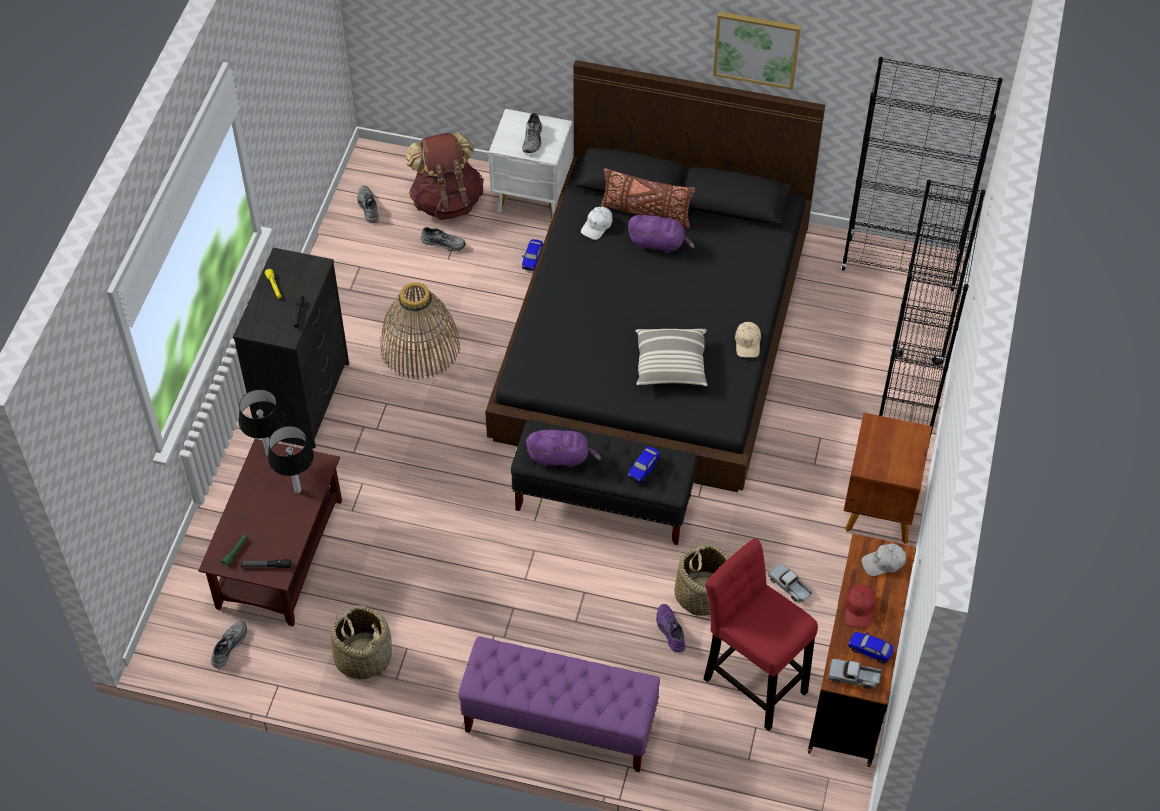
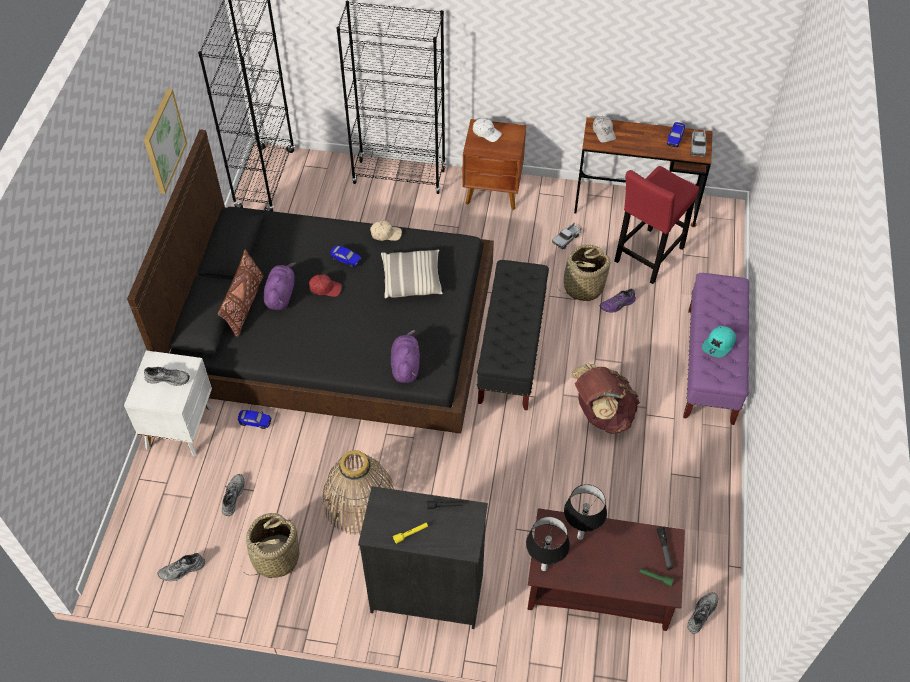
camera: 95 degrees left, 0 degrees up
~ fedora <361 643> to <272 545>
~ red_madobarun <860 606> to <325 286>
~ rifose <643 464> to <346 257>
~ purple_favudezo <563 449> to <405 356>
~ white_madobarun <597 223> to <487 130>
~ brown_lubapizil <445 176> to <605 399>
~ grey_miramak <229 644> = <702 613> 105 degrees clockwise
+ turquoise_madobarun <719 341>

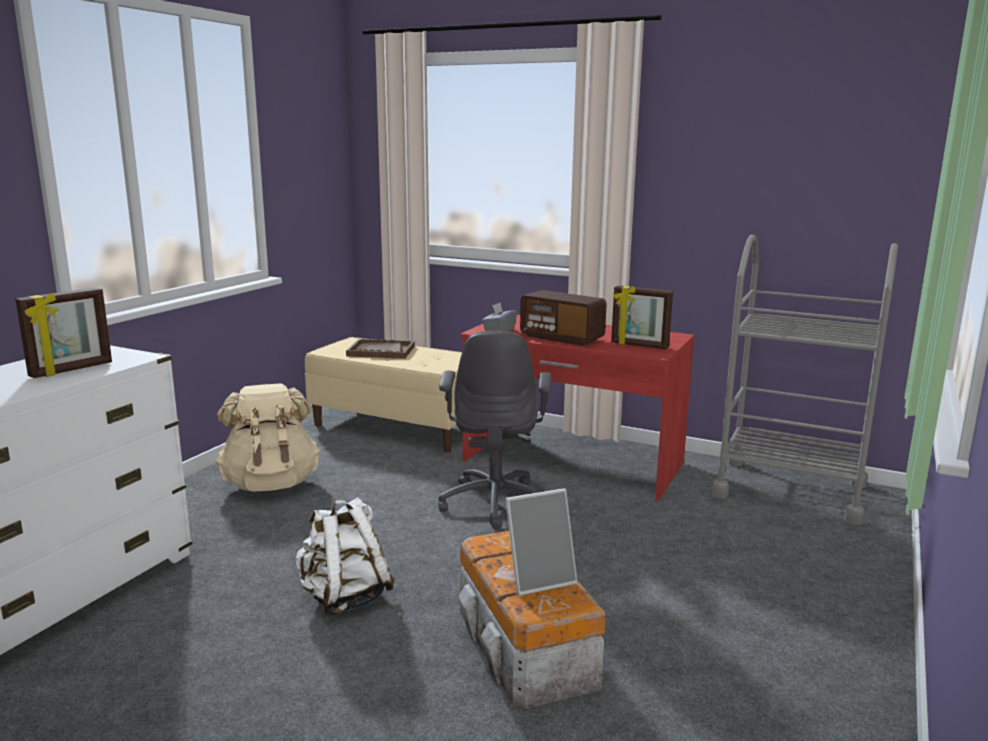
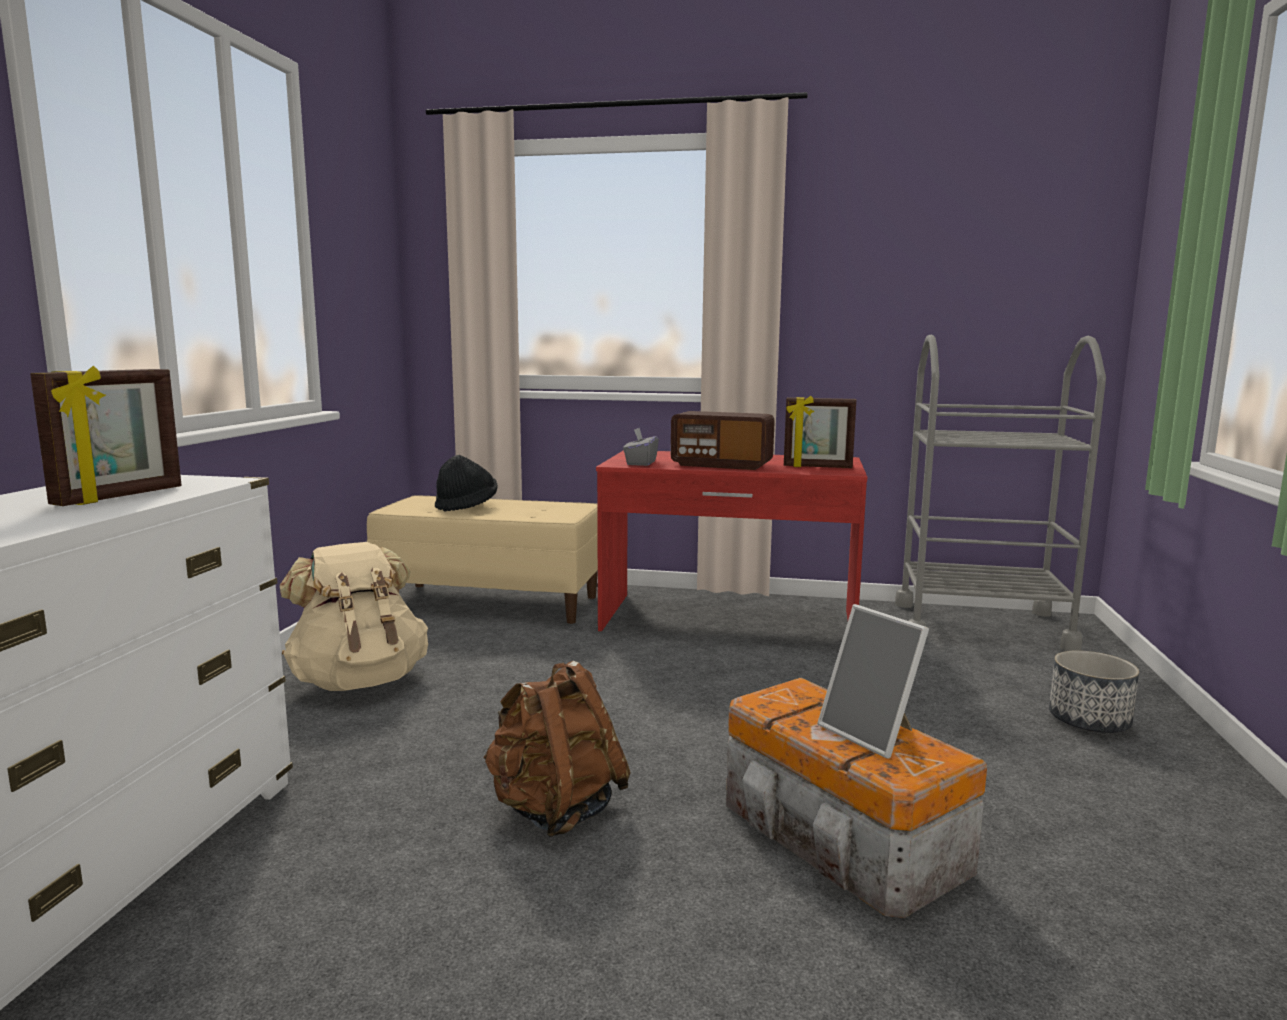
camera: 15 degrees left, 5 degrees down
~ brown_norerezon <380 349> to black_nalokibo <466 483>
~ white_lubapizil <345 557> to brown_lubapizil <557 749>
~ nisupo <541 542> = <873 681> 90 degrees clockwise
+ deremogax <1094 691>
- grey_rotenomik <495 430>

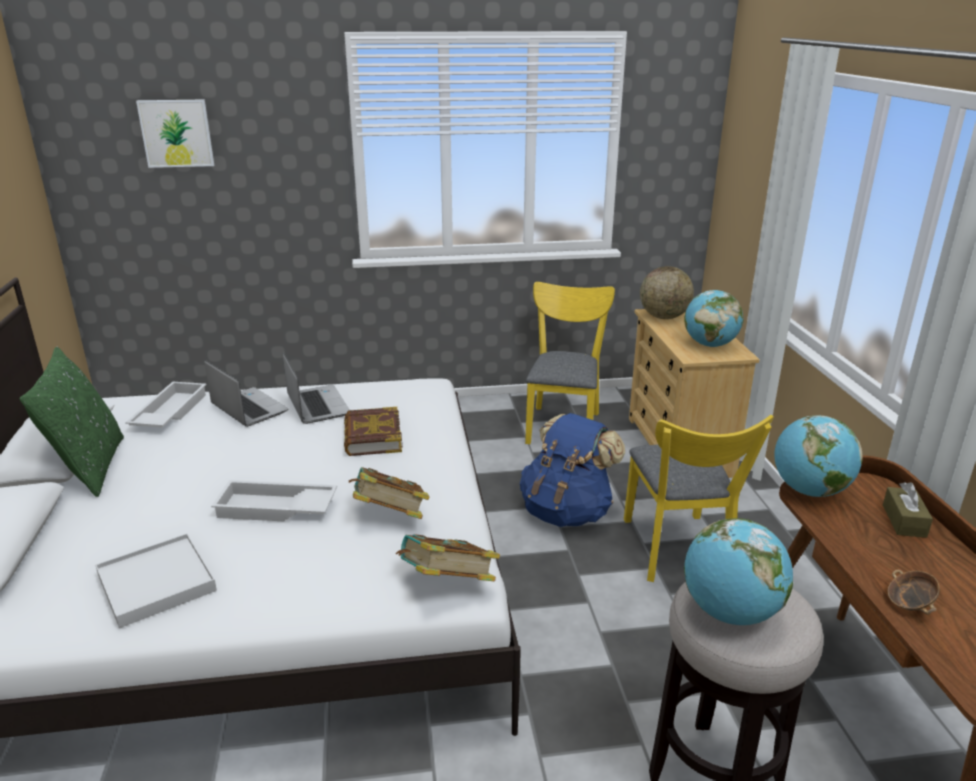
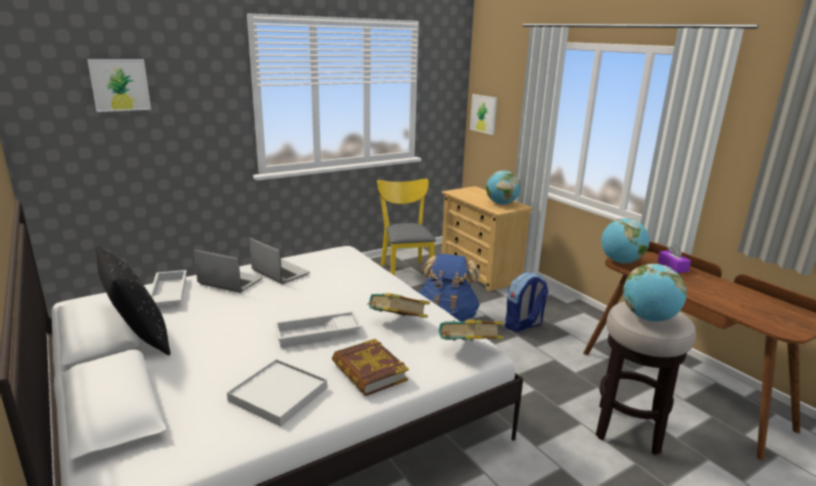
camera: 25 degrees left, 5 degrees down
~ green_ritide <72 422> to black_ritide <132 300>
~ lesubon <373 431> to <370 367>
+ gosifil <483 114>
~ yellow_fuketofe <699 498> to lubapizil <526 302>
~ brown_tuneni <908 510> to purple_tuneni <674 259>
- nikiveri <667 292>
- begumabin <914 592>

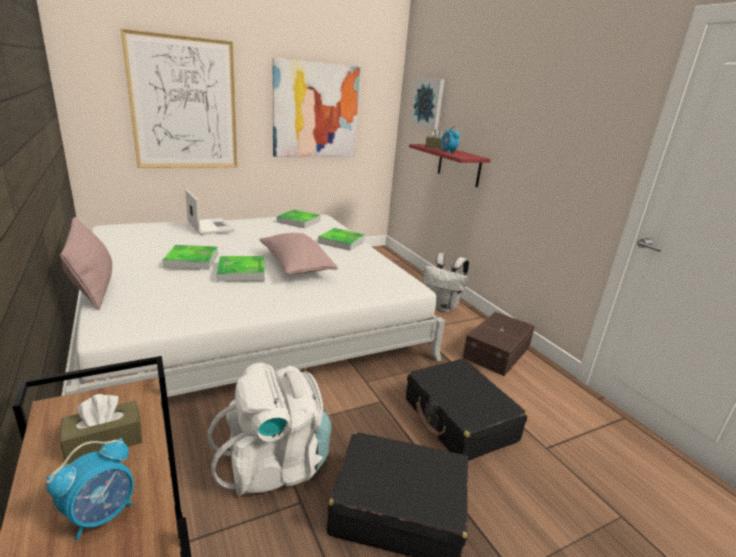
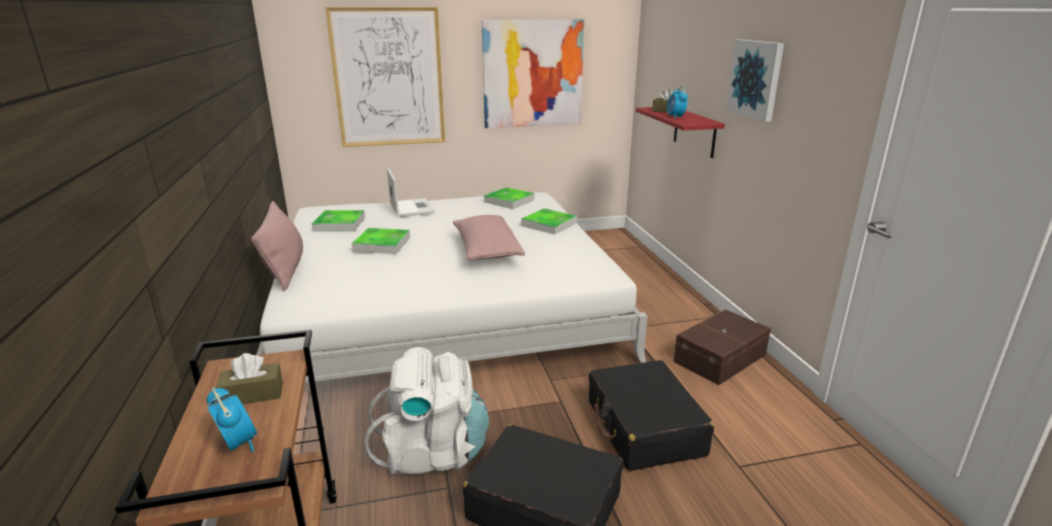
camera: 15 degrees right, 0 degrees up
~ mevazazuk <90 489> = <232 419> 90 degrees counterclockwise
~ norerezon <241 269> to <338 221>
~ gosifil <427 103> to <755 81>
- white_lubapizil <445 282>

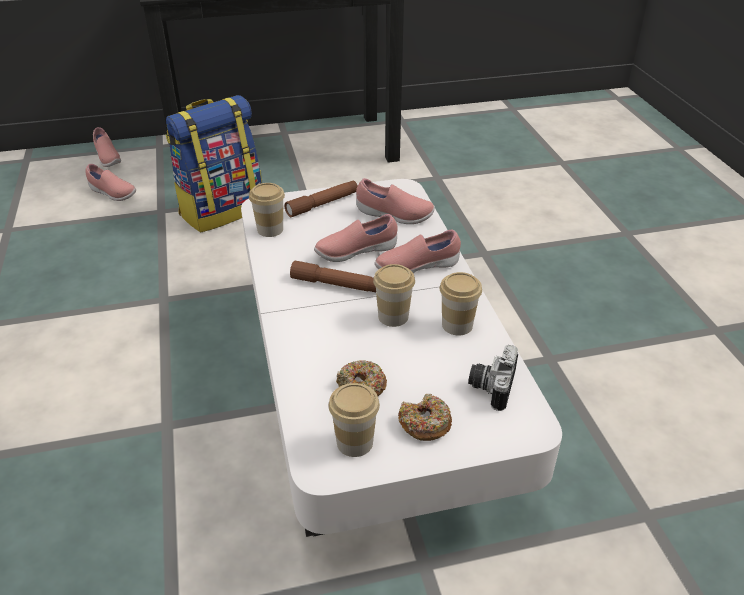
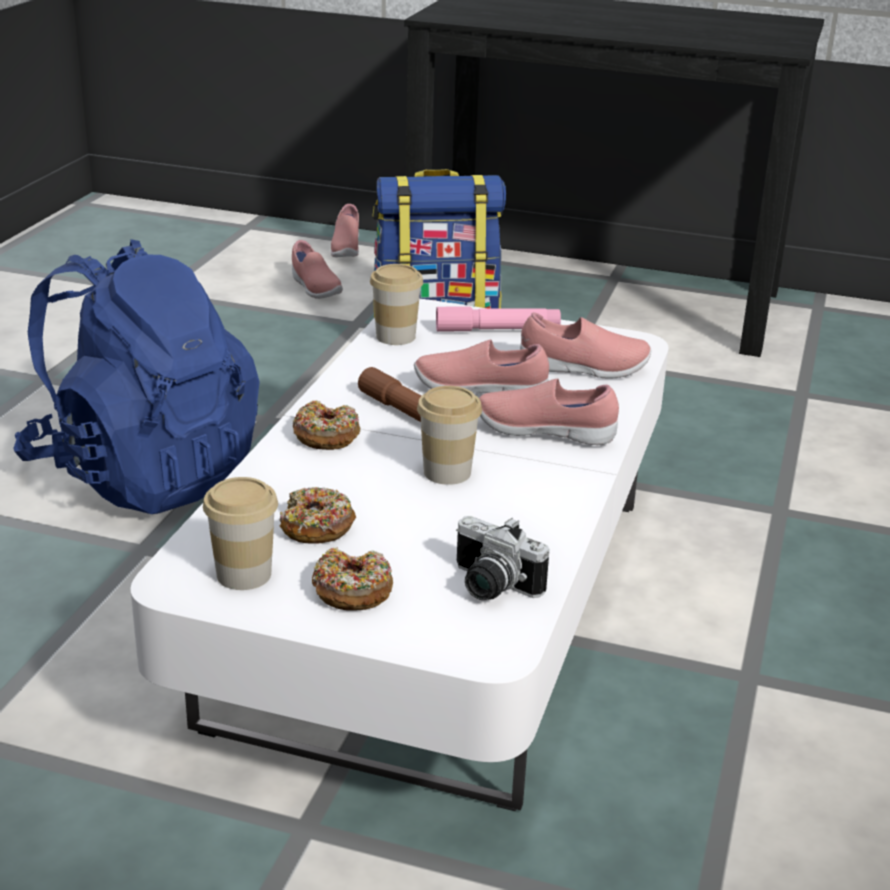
camera: 30 degrees right, 10 degrees down
+ blue_lubapizil <136 376>
+ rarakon <326 425>
~ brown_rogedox <321 199> to pink_rogedox <498 319>
~ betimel <493 378> = <502 558> 105 degrees counterclockwise
~ pink_miramak <395 201> = <585 345> 45 degrees counterclockwise
- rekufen <461 304>

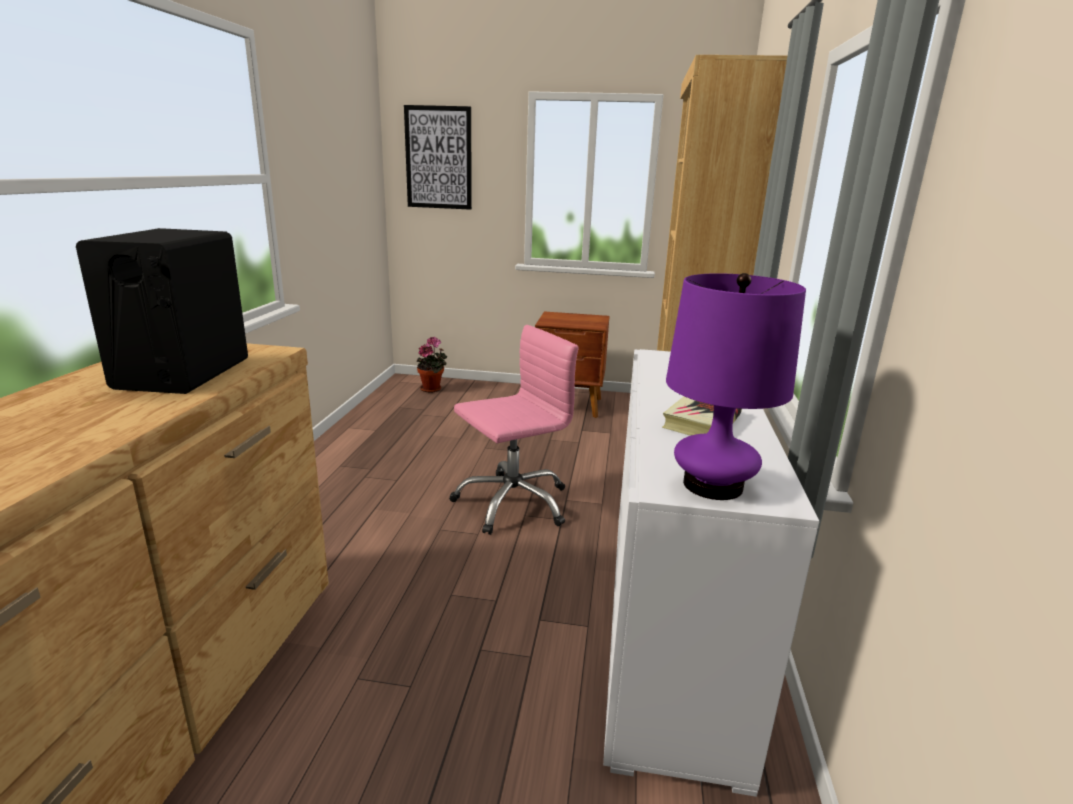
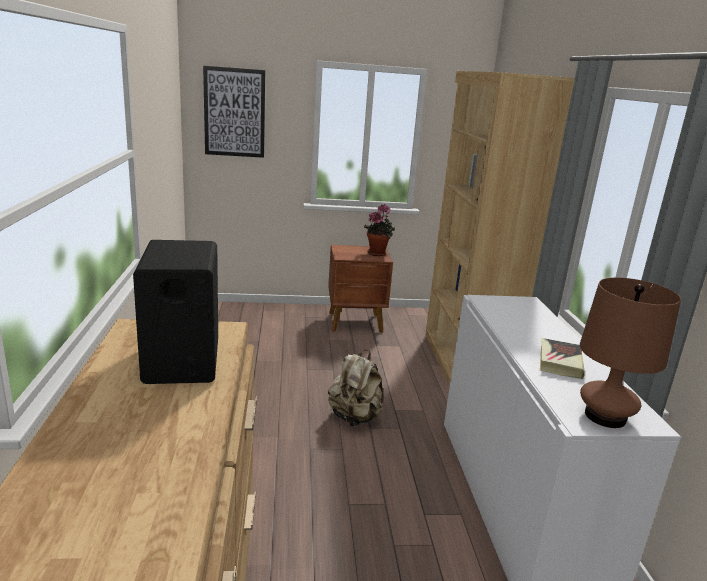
camera: 15 degrees left, 0 degrees up
~ pink_rotenomik <513 430> to beige_lubapizil <355 388>
~ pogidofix <432 364> to <379 230>
~ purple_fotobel <736 386> to brown_fotobel <630 353>

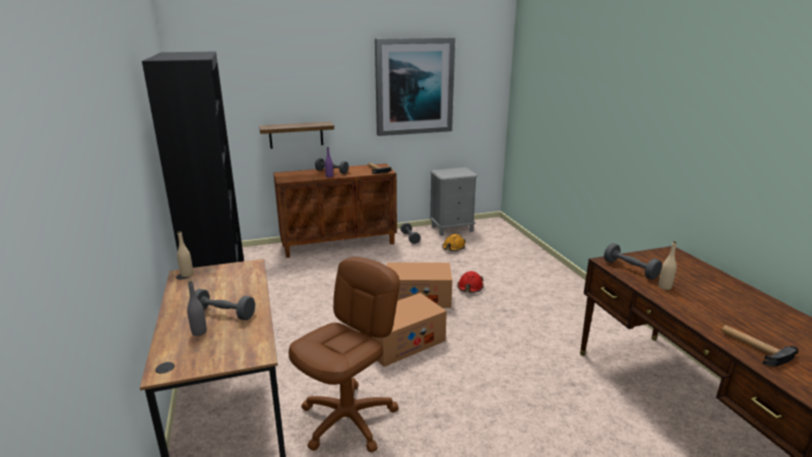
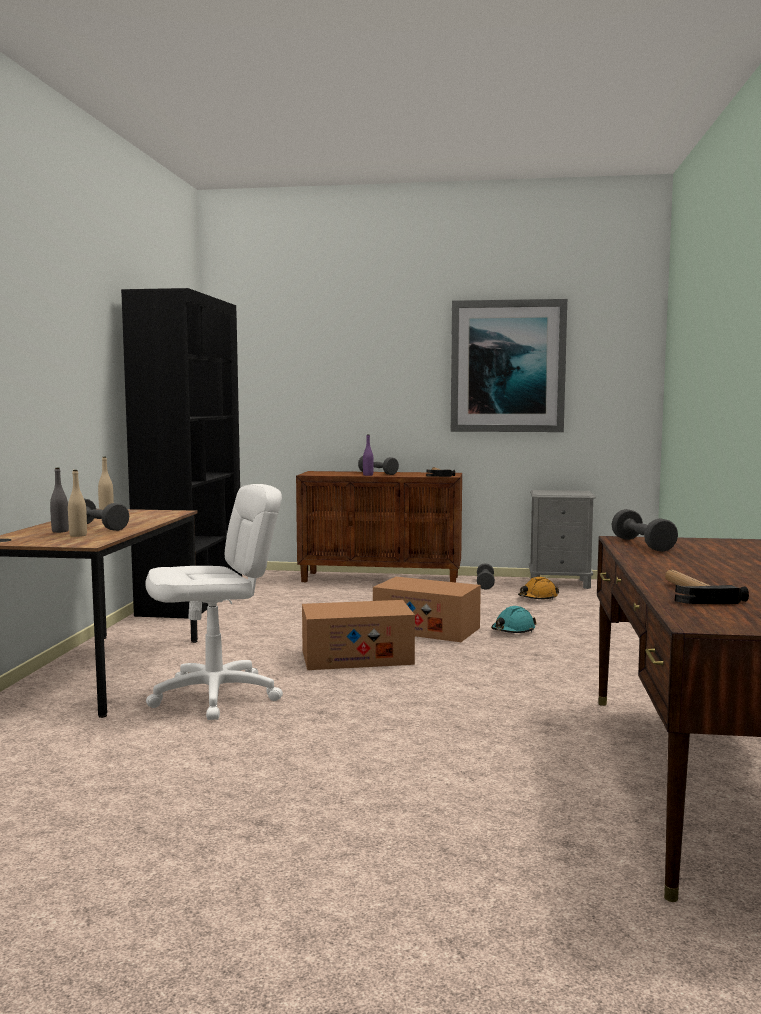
camera: 25 degrees right, 15 degrees down
~ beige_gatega <668 265> to <77 503>
~ brown_rotenomik <344 355> to white_rotenomik <214 602>
~ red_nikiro <470 282> to turquoise_nikiro <514 619>
- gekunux <296 135>

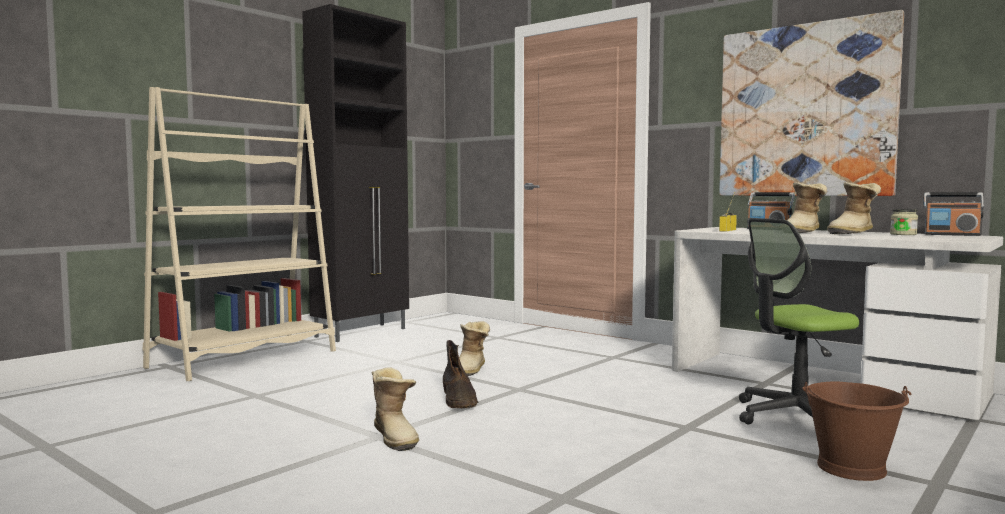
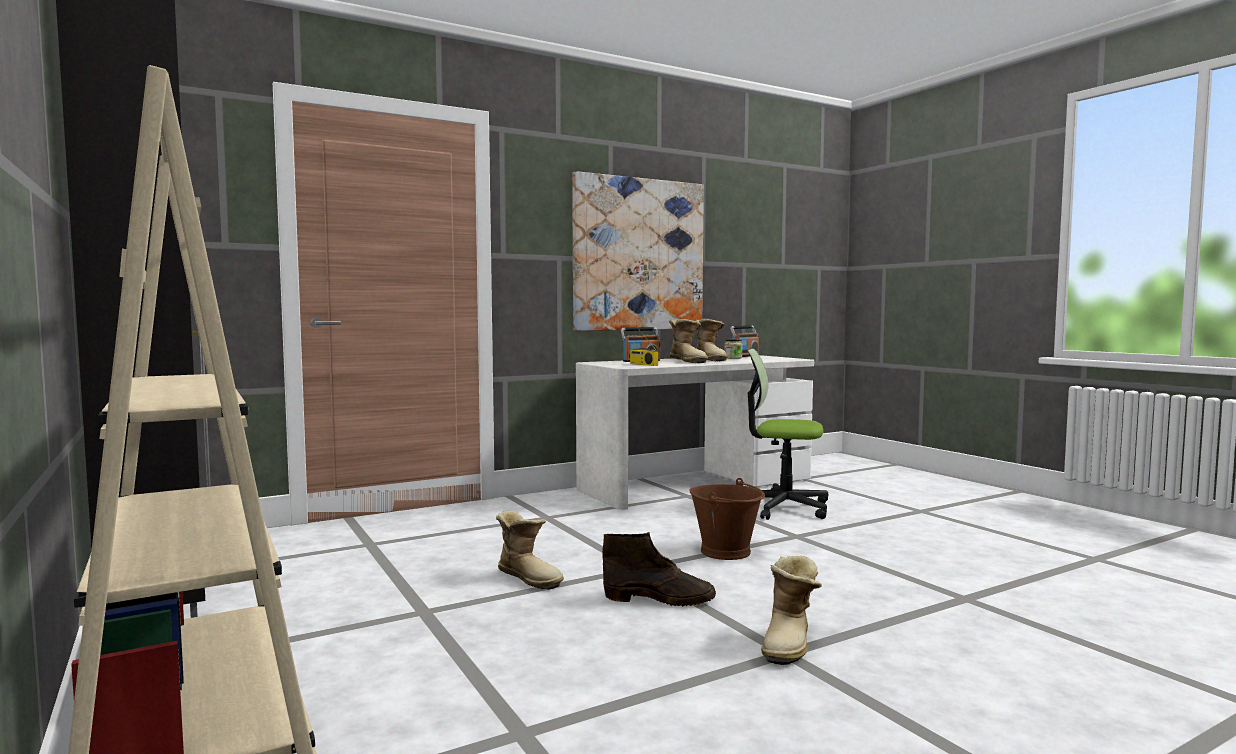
camera: 70 degrees left, 0 degrees up
~ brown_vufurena <856 431> to <727 519>
~ rotenomik <799 321> = <787 434> 105 degrees clockwise
~ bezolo <395 409> = <791 610> 120 degrees clockwise

